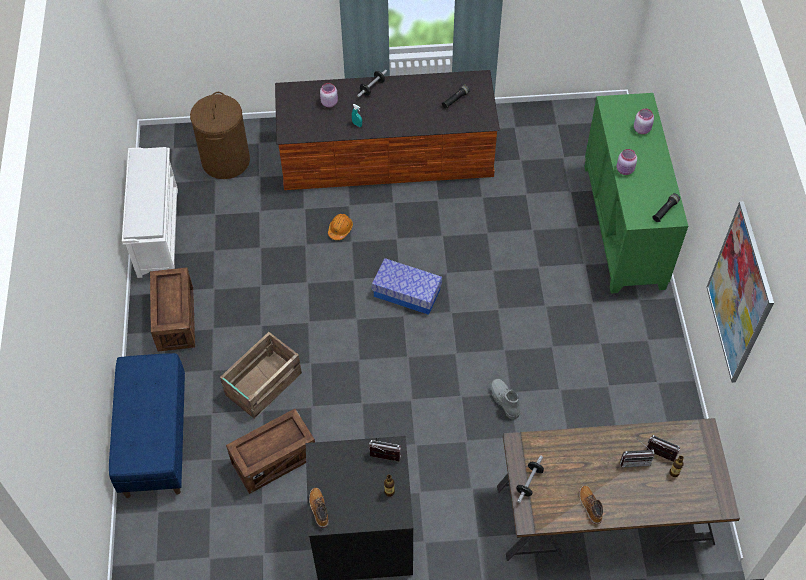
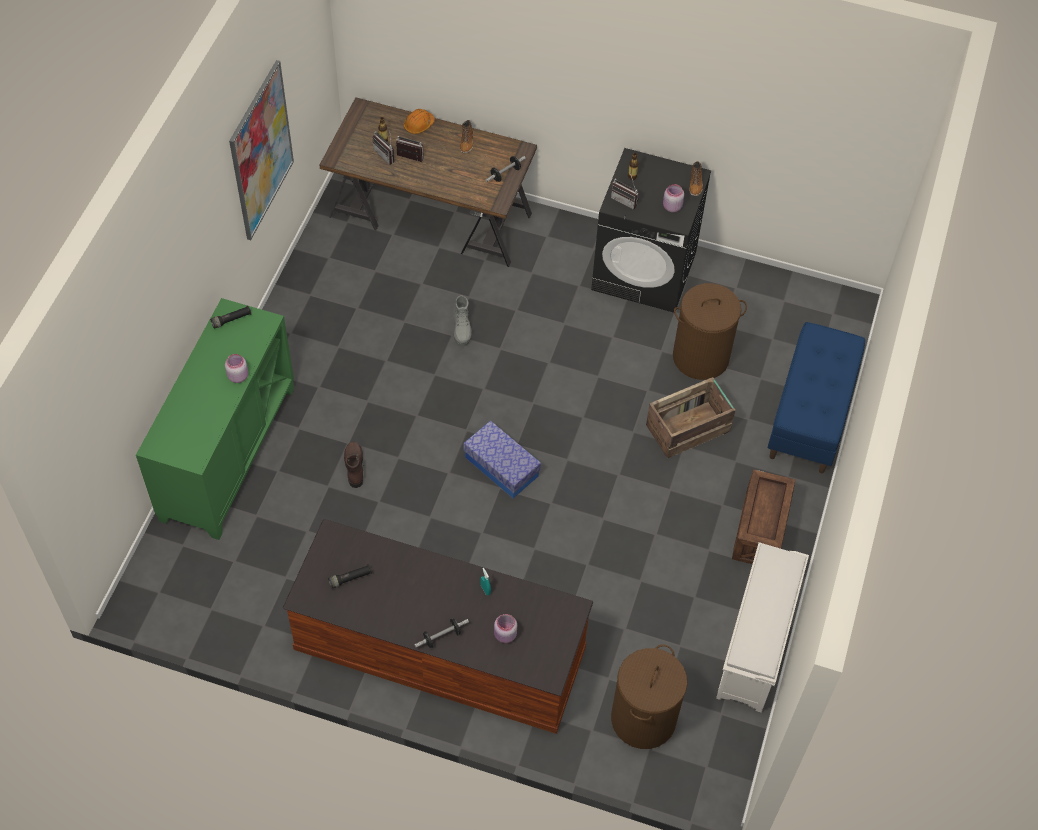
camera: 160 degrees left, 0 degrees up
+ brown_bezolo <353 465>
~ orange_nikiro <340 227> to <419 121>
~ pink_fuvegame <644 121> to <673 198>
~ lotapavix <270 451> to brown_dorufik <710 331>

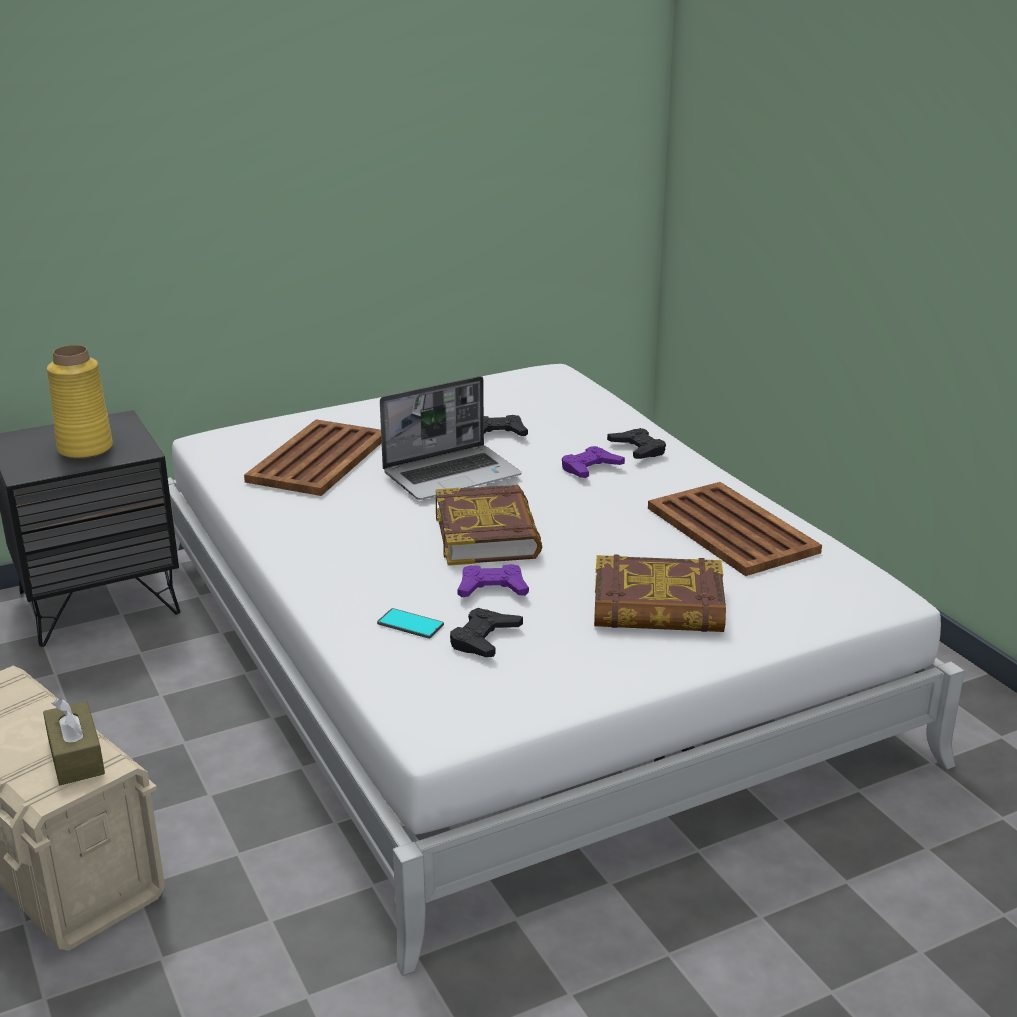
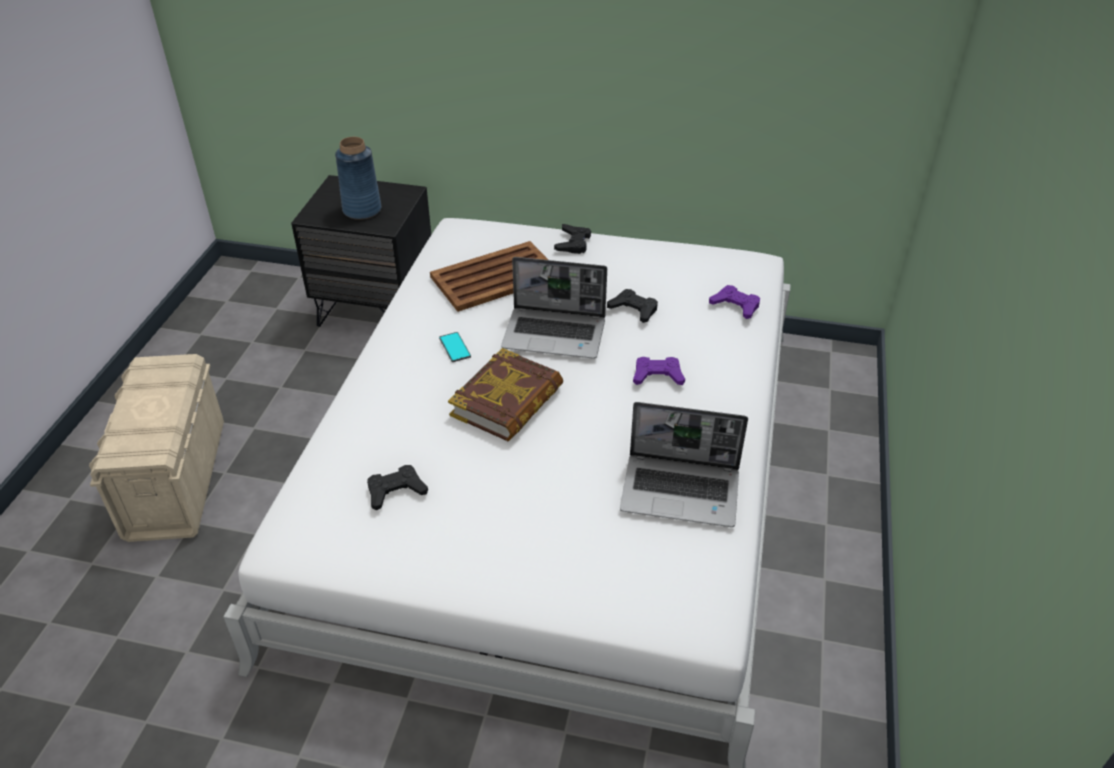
camera: 40 degrees right, 15 degrees up
~ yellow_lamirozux <80 402> to blue_lamirozux <358 178>
~ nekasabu <410 623> to <455 347>
~ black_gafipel <636 443> to <572 239>
~ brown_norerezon <735 529> to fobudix <684 464>
~ purple_gafipel <493 580> to <734 302>
- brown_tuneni <74 741>
- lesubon <660 593>

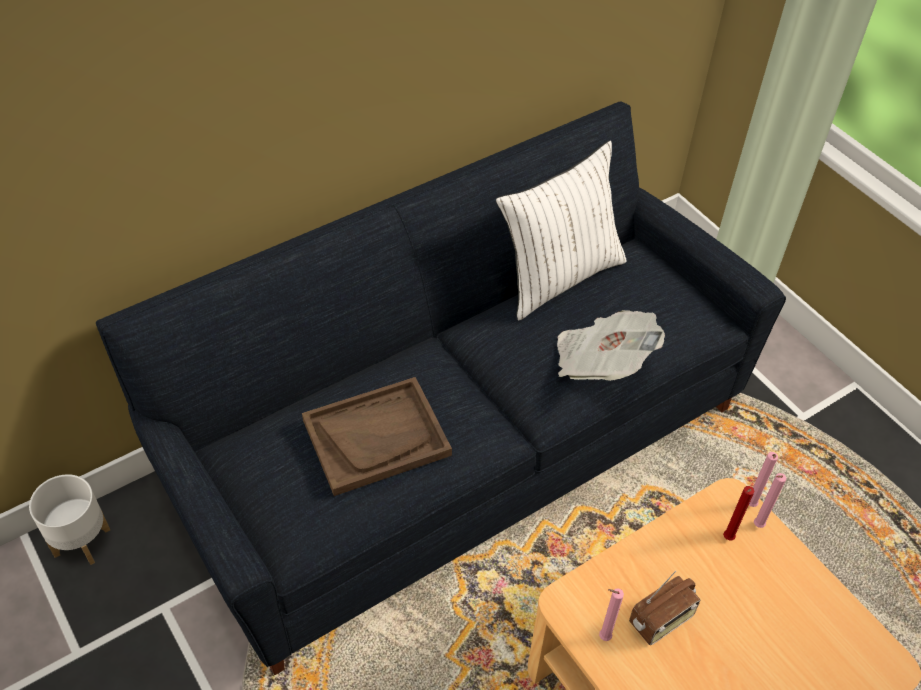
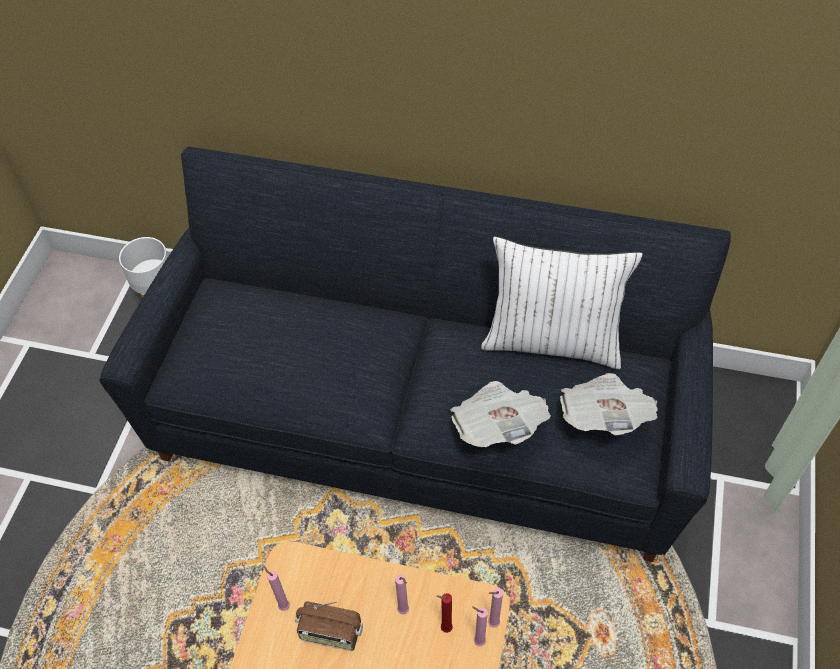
camera: 50 degrees right, 5 degrees up
+ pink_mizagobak <402 594>
+ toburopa <609 404>
- brown_norerezon <377 436>

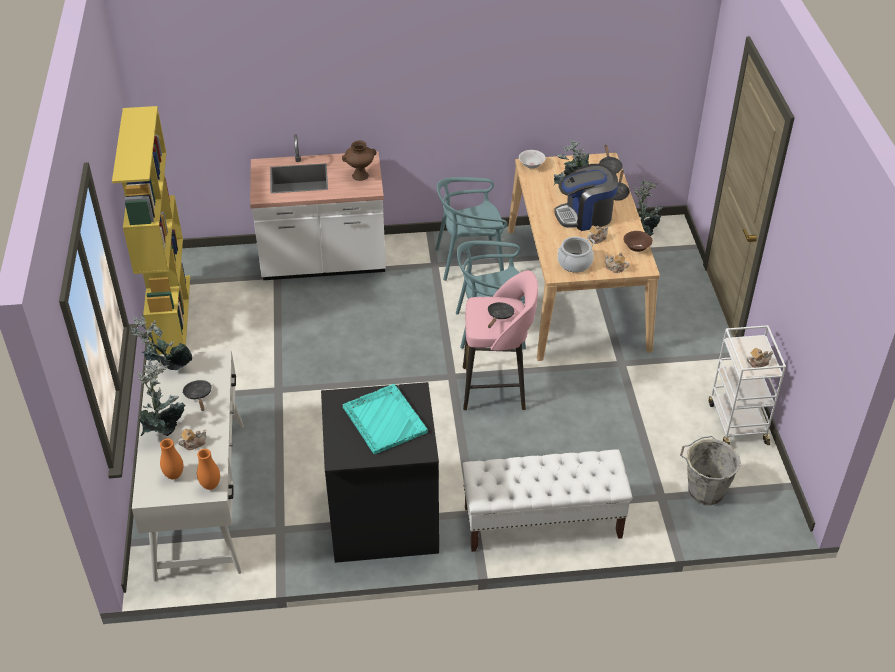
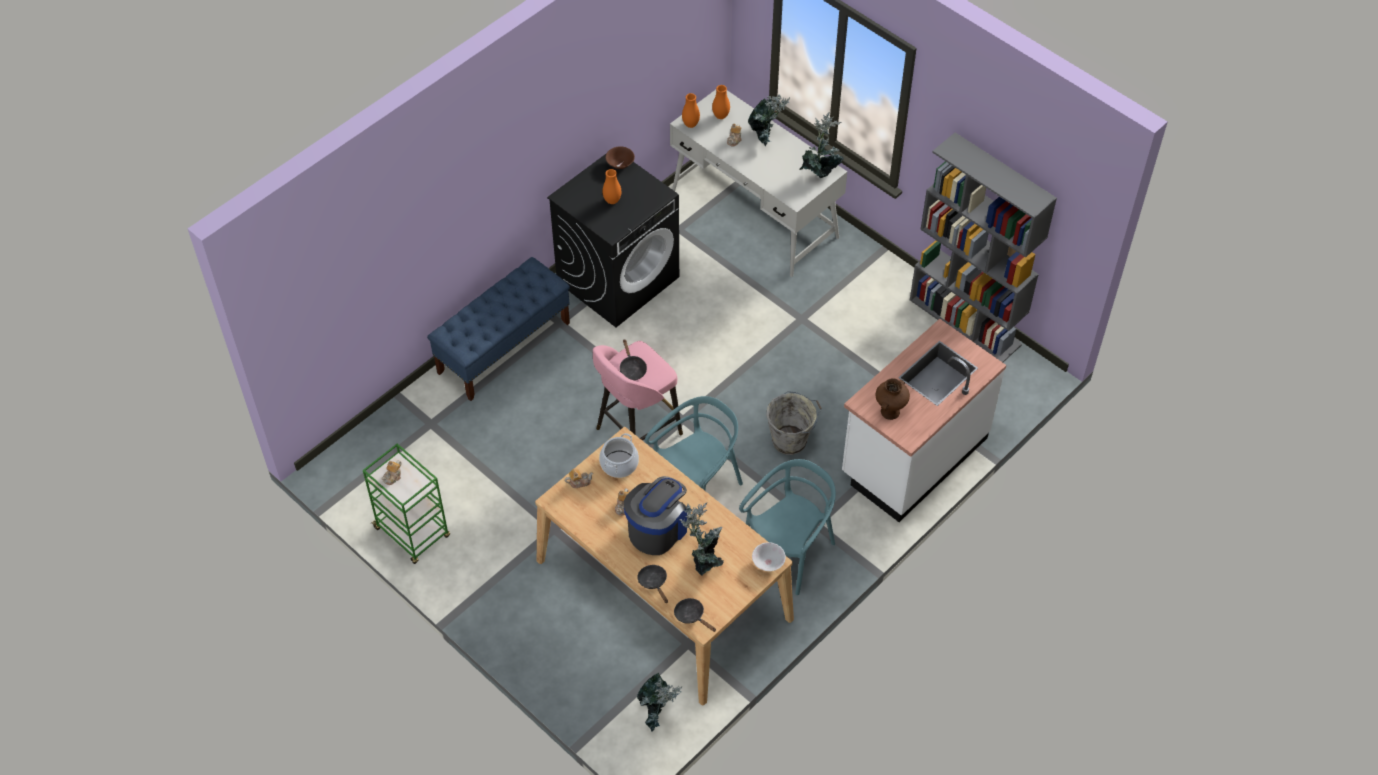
camera: 140 degrees right, 10 degrees up
~ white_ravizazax <747 385> to green_ravizazax <406 504>
~ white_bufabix <547 500> to blue_bufabix <498 329>
~ turquoise_norerezon <385 419> to orange_lamirozux <611 186>
~ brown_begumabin <638 241> to <620 157>
~ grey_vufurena <710 471> to <794 423>
~ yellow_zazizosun <151 230> to grey_zazizosun <983 247>
- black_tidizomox <197 395>

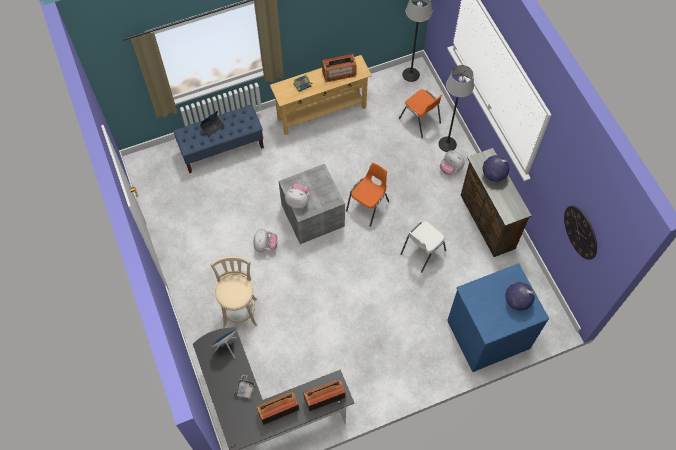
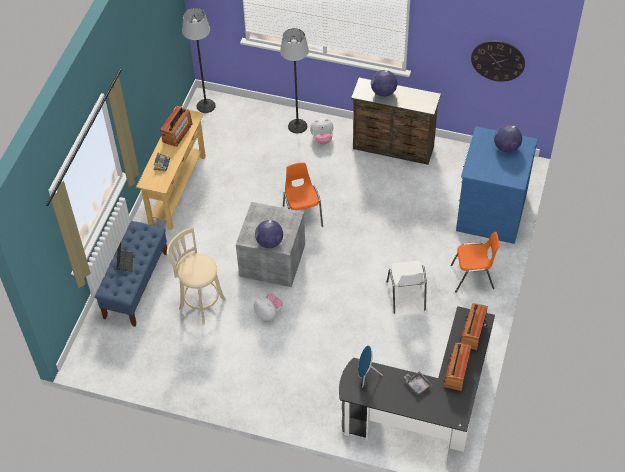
camera: 50 degrees left, 10 degrees down
~ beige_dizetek <233 292> to <196 275>
~ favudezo <297 196> to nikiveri <269 234>
~ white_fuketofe <423 246> to <407 287>
~ orange_fuketofe <420 113> to <475 262>

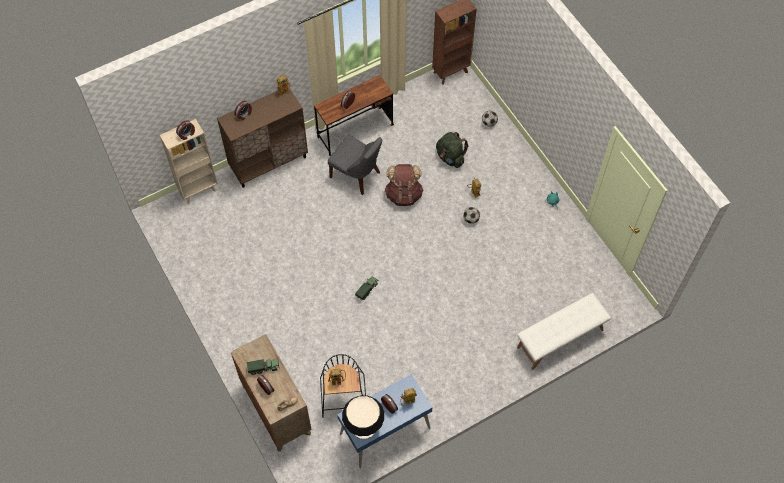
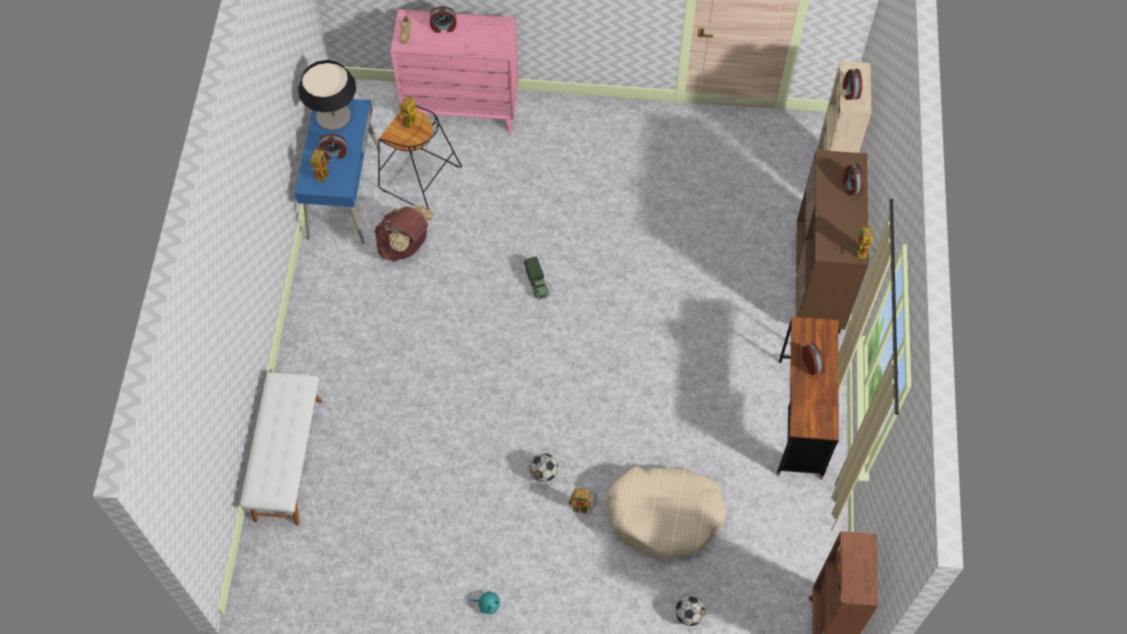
camera: 125 degrees right, 0 degrees up
~ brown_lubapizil <404 185> to <404 233>
~ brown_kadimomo <271 393> to pink_kadimomo <454 71>
~ green_lubapizil <452 150> to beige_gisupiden <666 513>
- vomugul <263 367>
- grey_fuketofe <355 165>

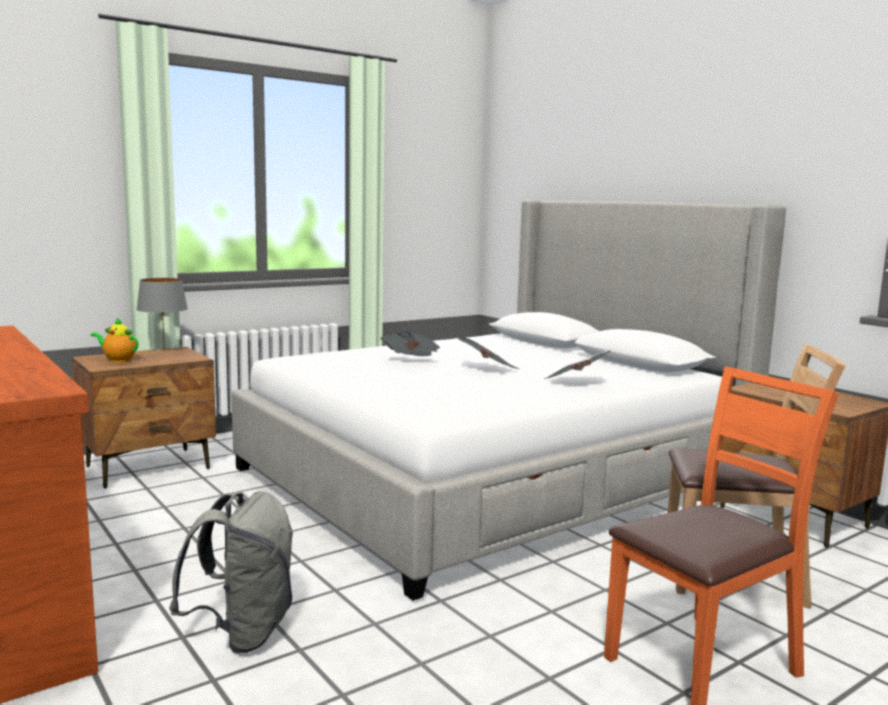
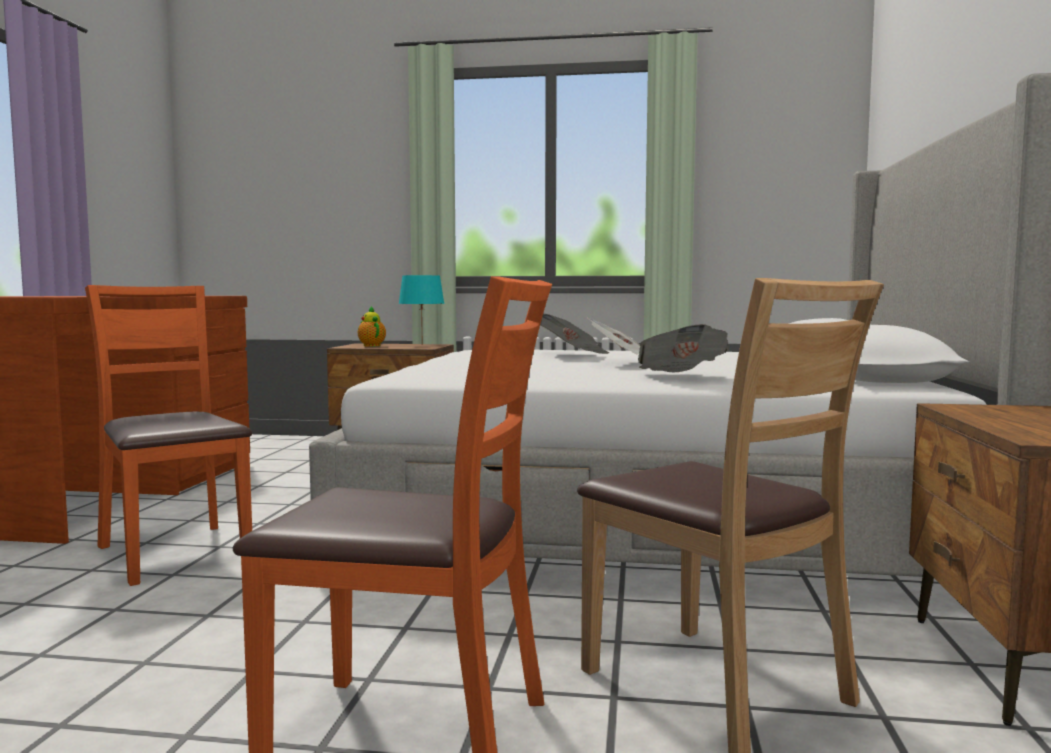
camera: 45 degrees right, 5 degrees down
~ grey_lubapizil <231 572> to orange_fuketofe <168 435>
~ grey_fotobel <162 315> to turquoise_fotobel <422 310>

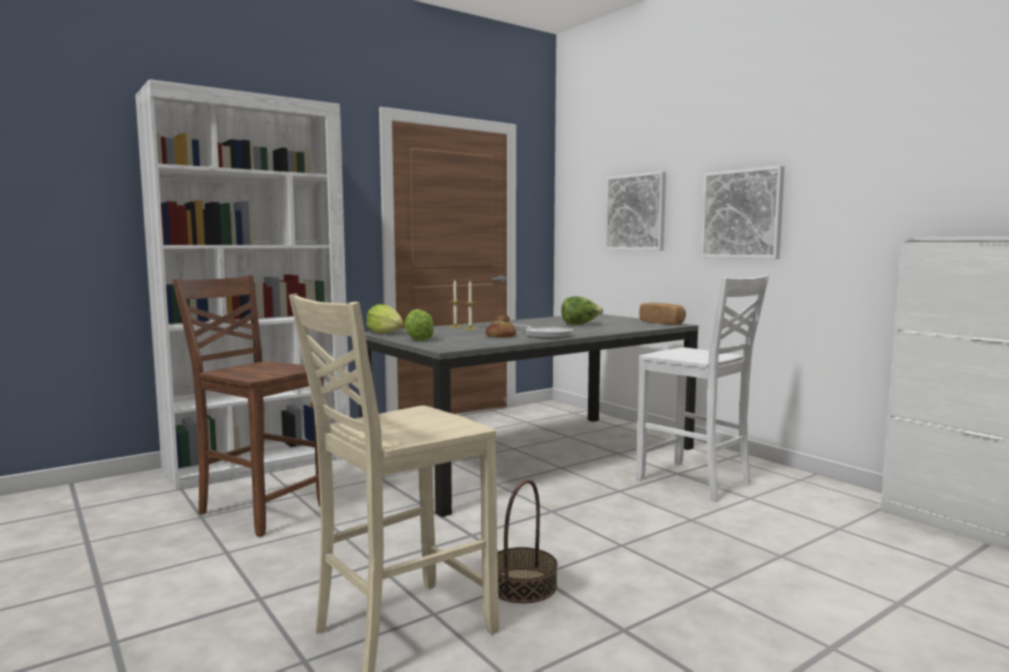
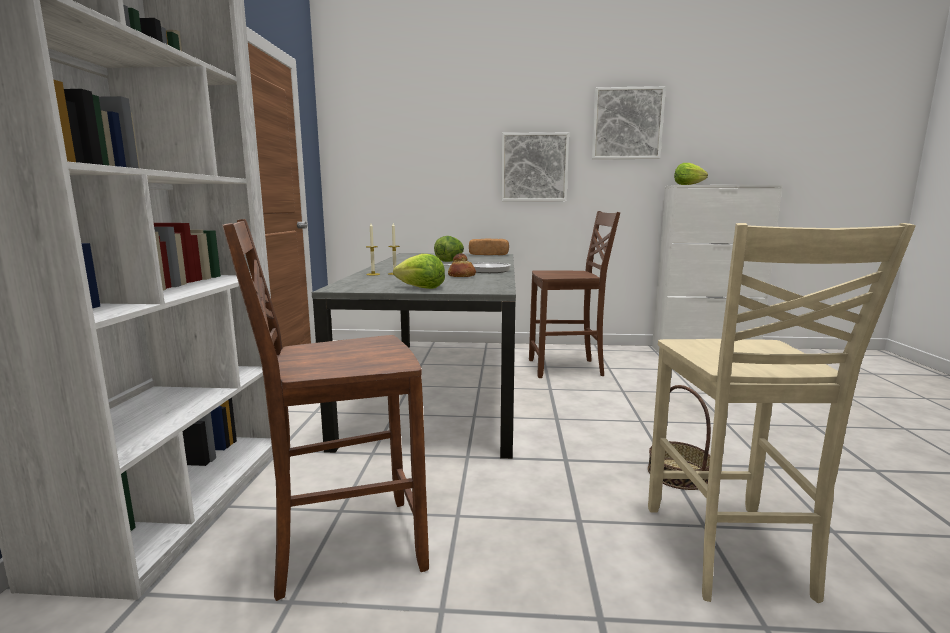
camera: 50 degrees left, 5 degrees up
~ white_fuketofe <702 388> to brown_fuketofe <574 294>
~ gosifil <635 210> to <629 122>
~ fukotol <384 319> to <691 174>

